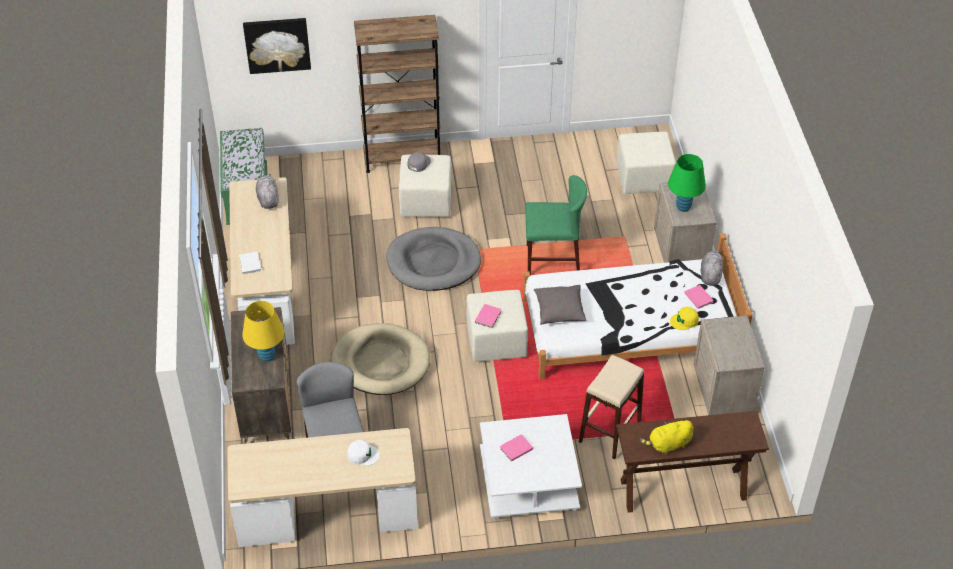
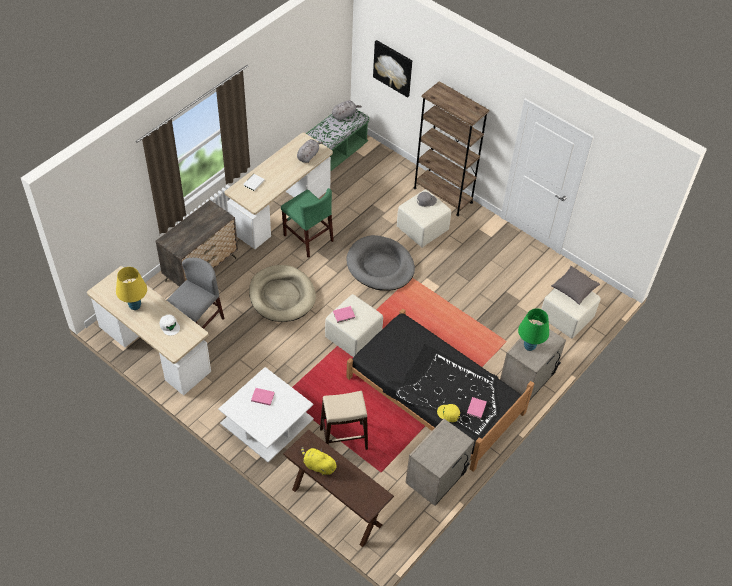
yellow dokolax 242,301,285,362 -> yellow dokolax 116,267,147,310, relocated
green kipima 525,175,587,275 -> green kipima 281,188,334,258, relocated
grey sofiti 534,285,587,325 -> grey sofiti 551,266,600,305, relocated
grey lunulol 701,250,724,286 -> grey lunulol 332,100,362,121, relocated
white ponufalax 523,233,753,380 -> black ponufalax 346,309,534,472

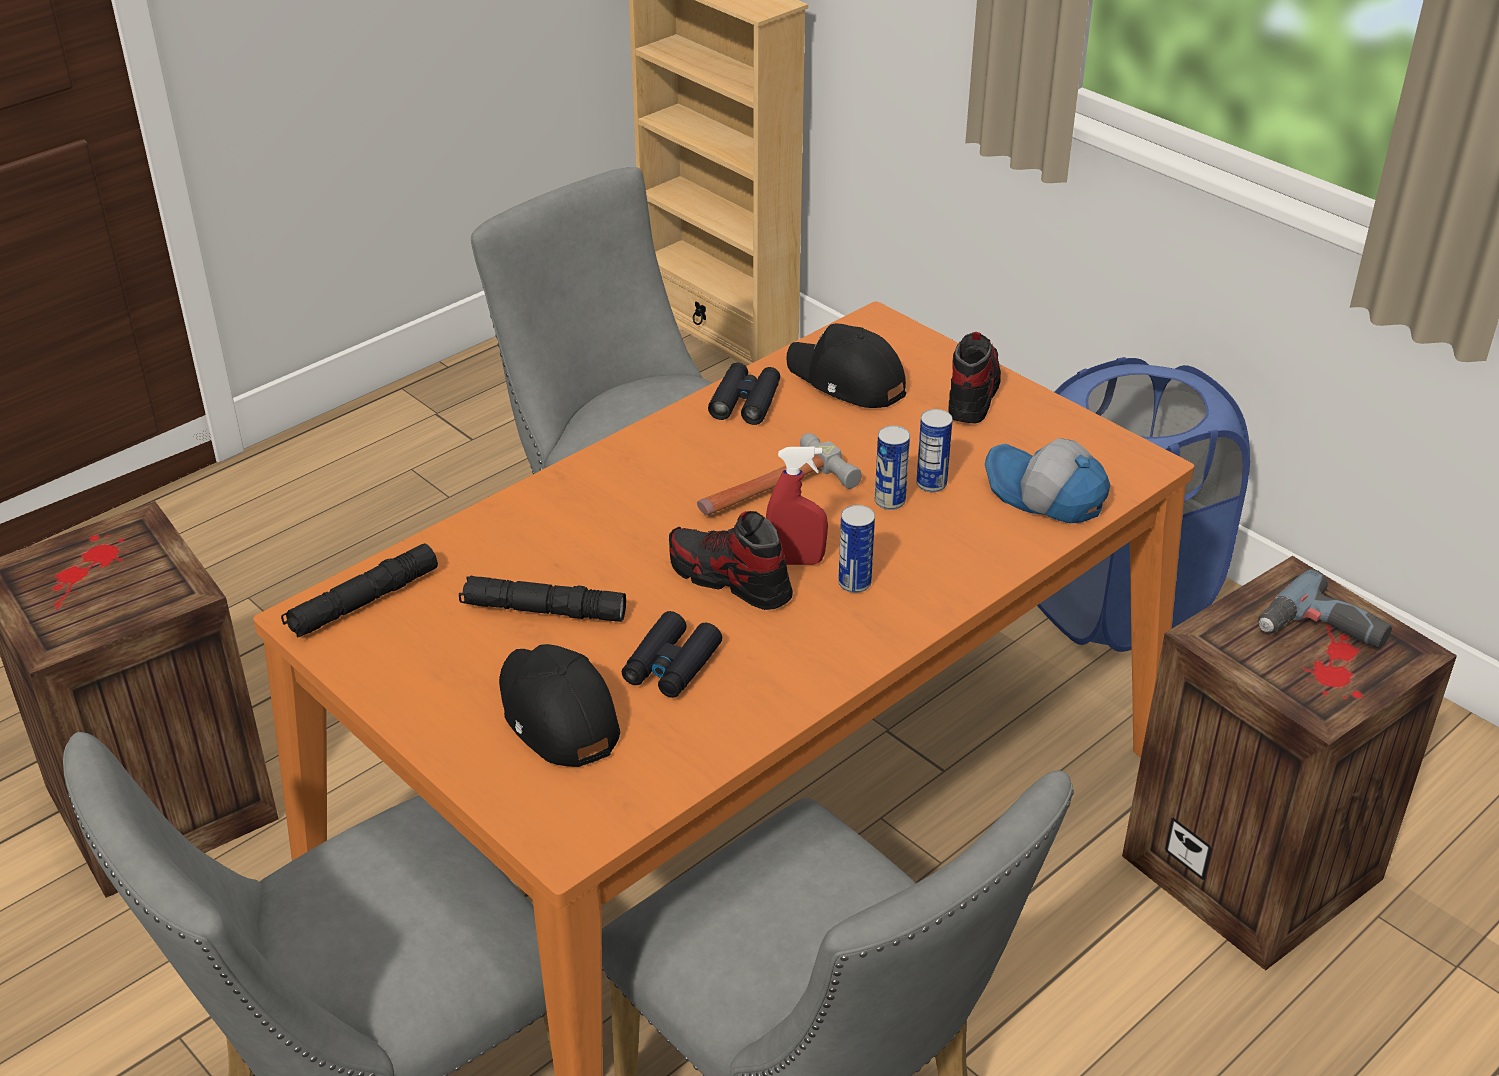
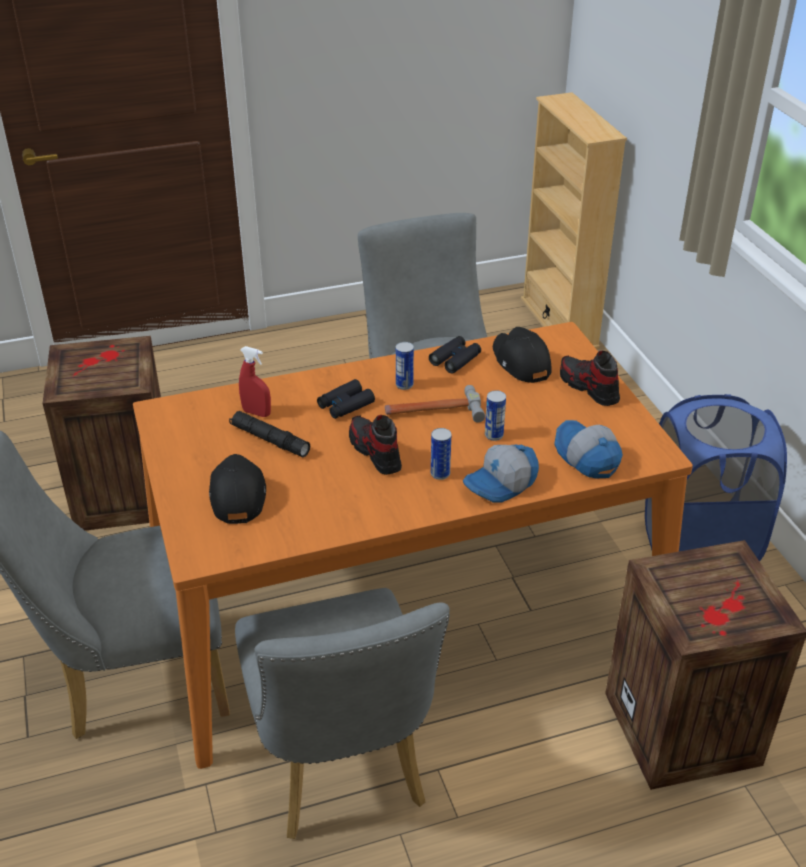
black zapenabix 281,543,438,638 -> none
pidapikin 1258,569,1392,648 -> none
none -> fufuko 463,445,539,503
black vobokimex 622,611,722,698 -> black vobokimex 317,379,375,419, relocated
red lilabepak 766,447,828,565 -> red lilabepak 239,346,271,417, relocated
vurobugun 916,409,953,492 -> vurobugun 396,342,414,390, relocated
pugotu 948,332,1001,423 -> pugotu 560,351,620,406, 75 degrees counterclockwise

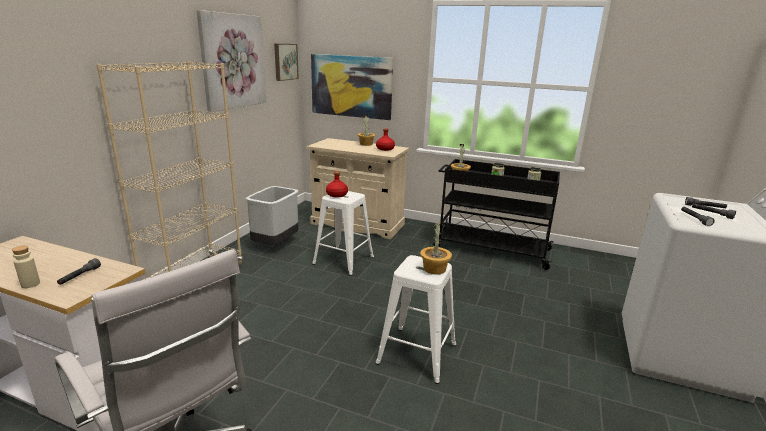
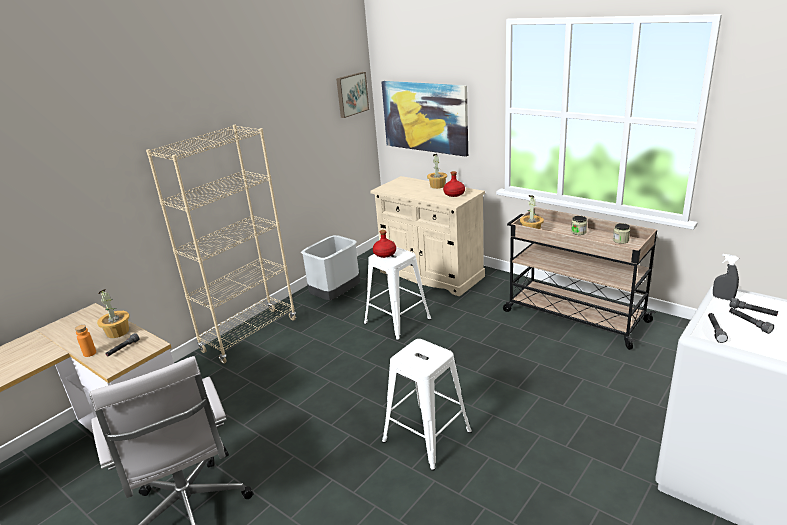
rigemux 197,10,266,112 -> none
none -> grey lilabepak 713,254,739,301
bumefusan 420,221,452,275 -> bumefusan 97,289,130,338, relocated
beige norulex 12,246,40,288 -> orange norulex 75,325,96,357
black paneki 433,159,560,270 -> beige paneki 503,207,657,350

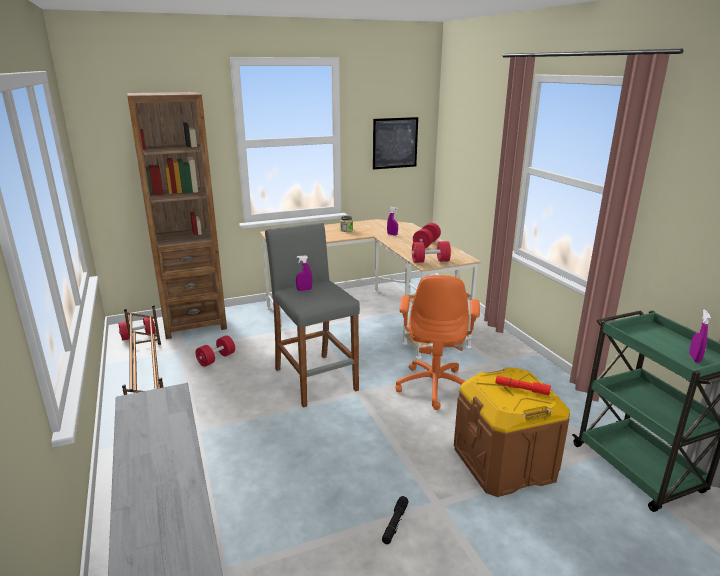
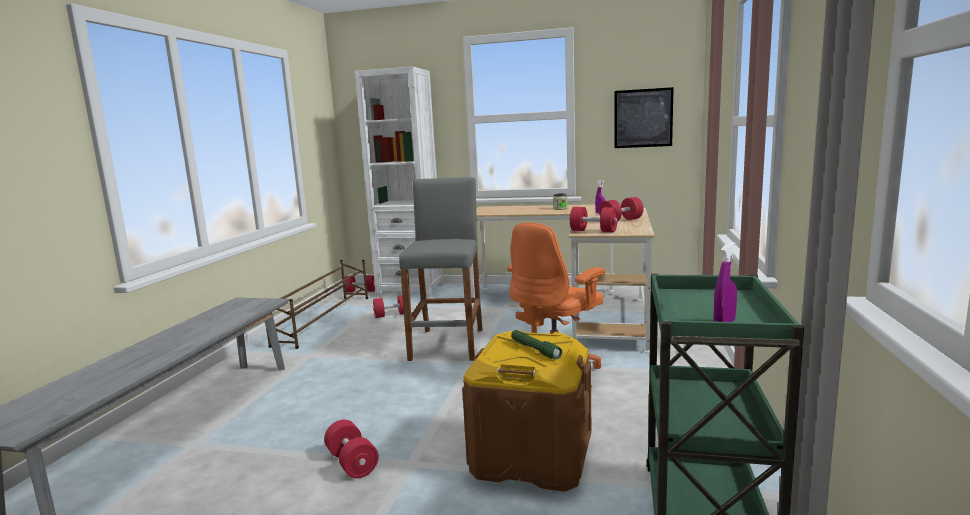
purple lilabepak 296,255,312,291 -> none
black zapenabix 382,496,408,544 -> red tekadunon 324,420,379,478
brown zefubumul 127,92,227,339 -> white zefubumul 355,66,444,298
red zapenabix 496,376,551,395 -> green zapenabix 511,330,562,360

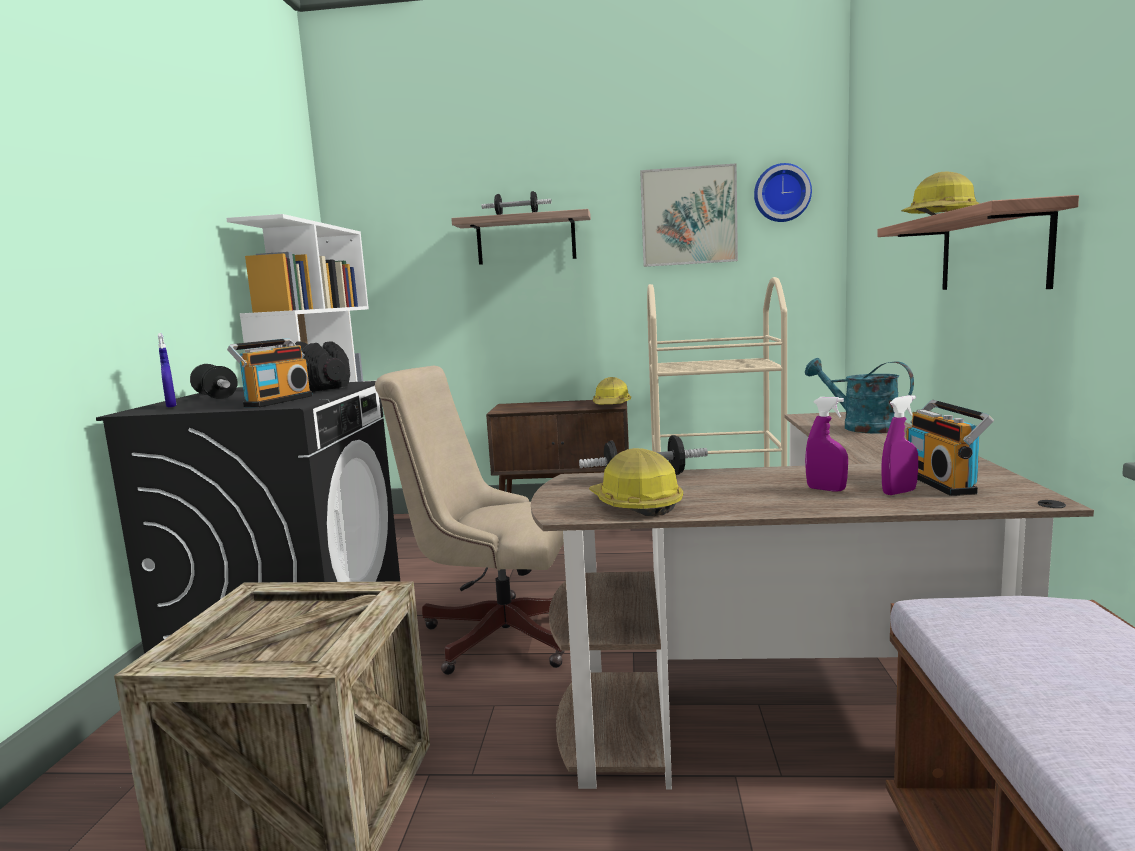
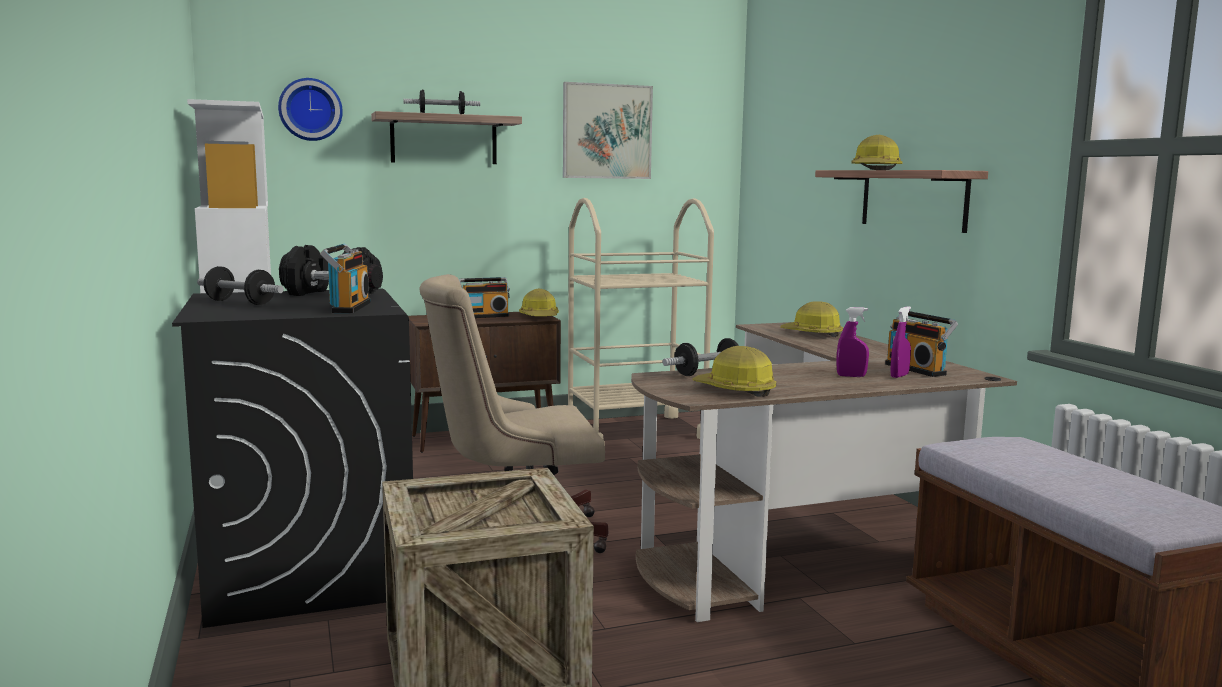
blue lilabepak 158,333,176,407 -> none
none -> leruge 459,277,510,318
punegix 754,163,812,222 -> punegix 278,78,343,141, relocated
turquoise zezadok 805,358,914,434 -> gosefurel 780,301,843,337

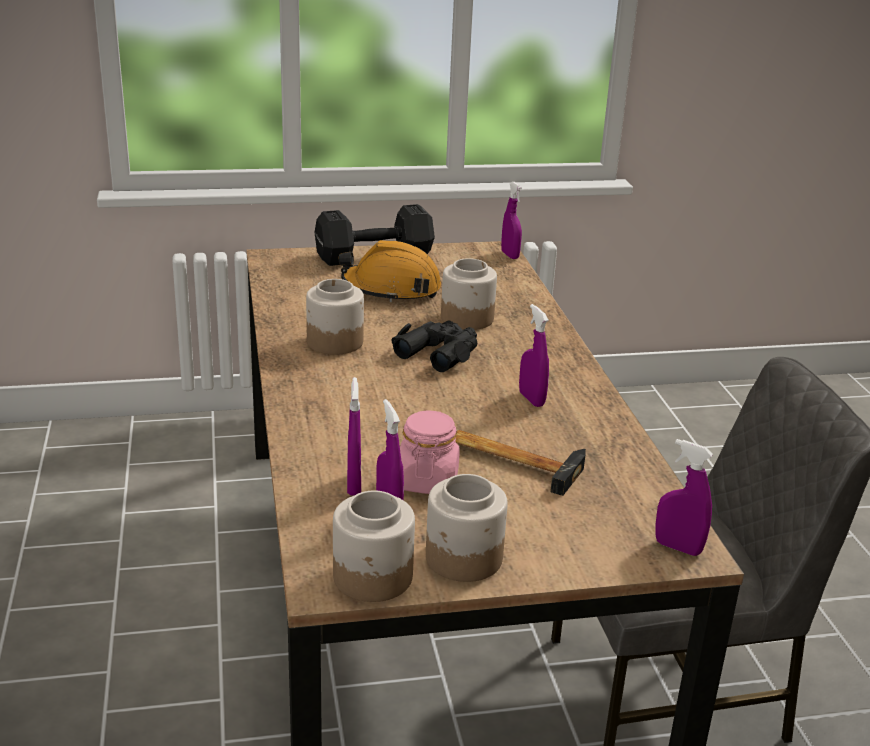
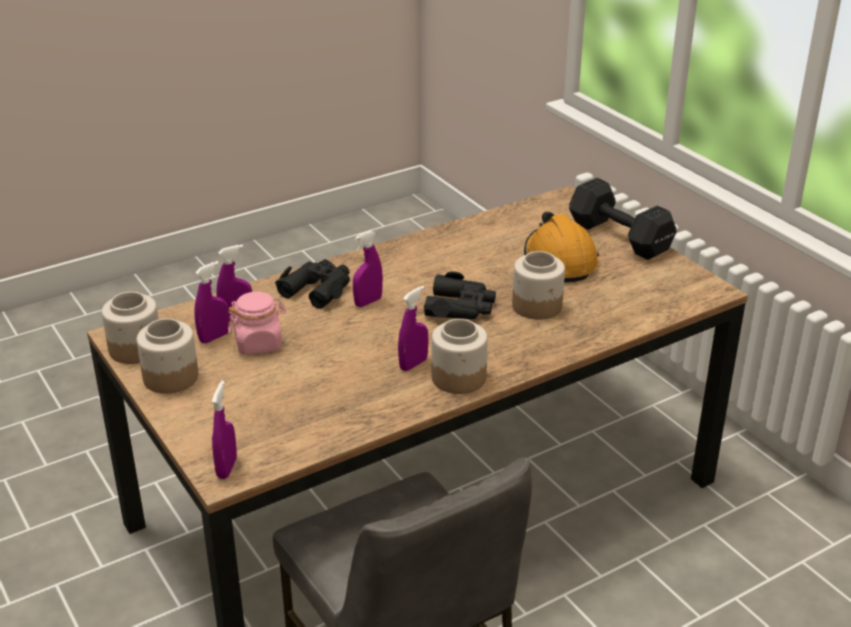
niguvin 455,430,586,496 -> none
none -> black vobokimex 275,259,350,309
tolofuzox 306,279,364,355 -> tolofuzox 431,319,488,394, relocated
purple lilabepak 501,182,522,259 -> purple lilabepak 353,231,383,307, relocated

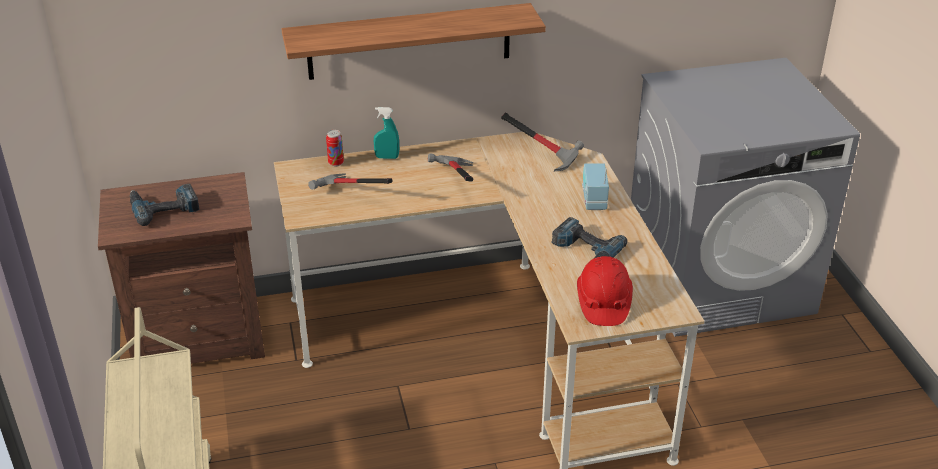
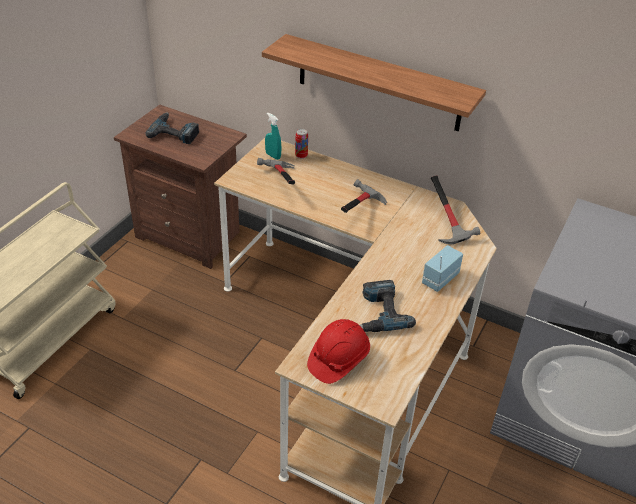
turquoise lilabepak 374,107,399,159 -> turquoise lilabepak 265,112,281,160, relocated

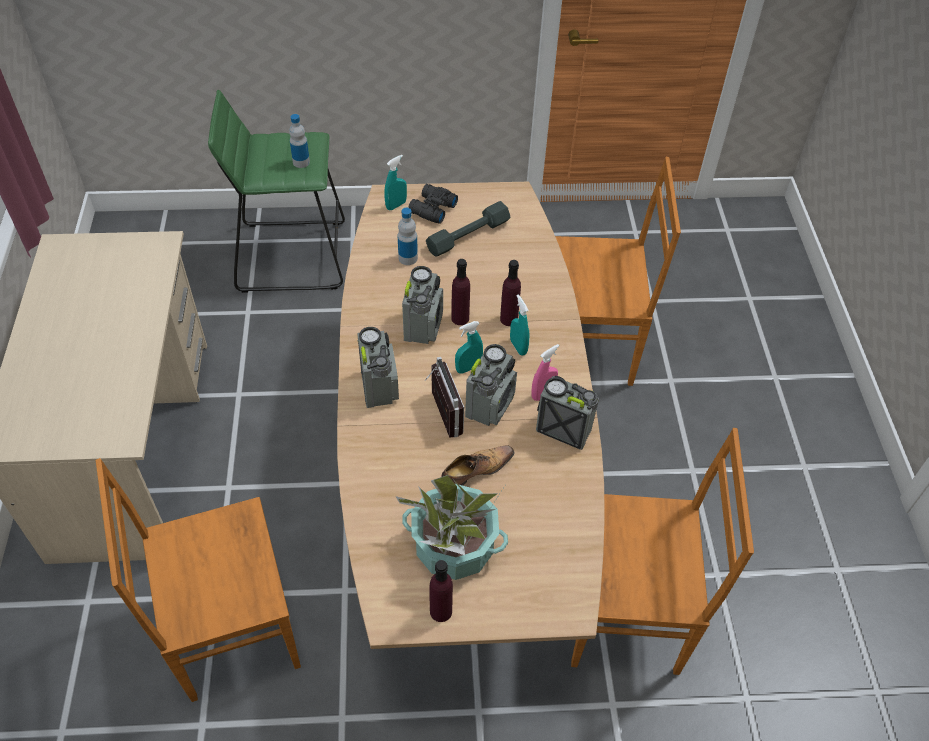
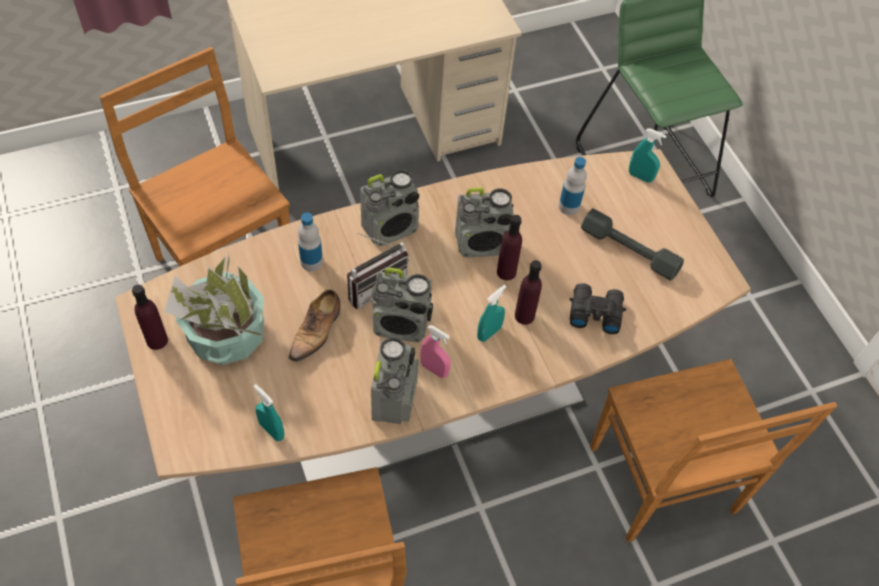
norulex 289,114,310,168 -> norulex 298,212,323,271, relocated
black vobokimex 408,184,458,224 -> black vobokimex 569,283,626,334, relocated
turquoise lilabepak 455,321,483,374 -> turquoise lilabepak 253,384,284,441, relocated
pugotu 442,445,515,486 -> pugotu 289,289,341,364, 75 degrees clockwise

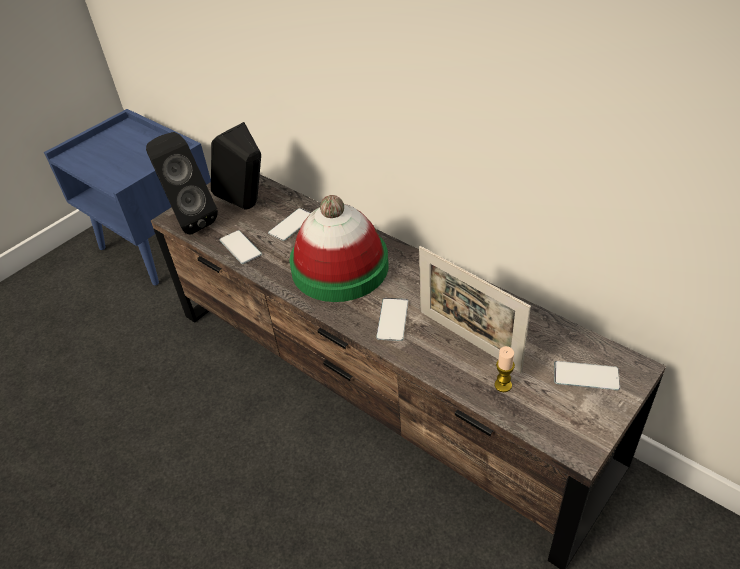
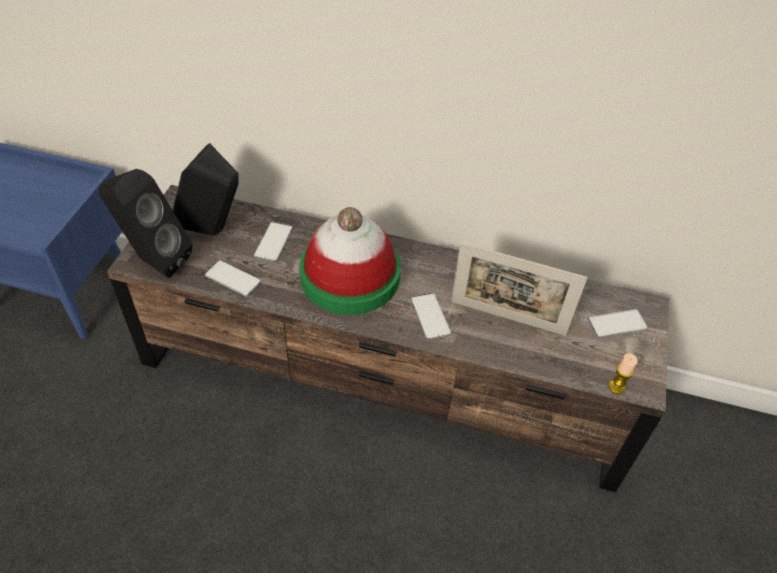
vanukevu 494,346,515,392 -> vanukevu 609,353,638,394, relocated

